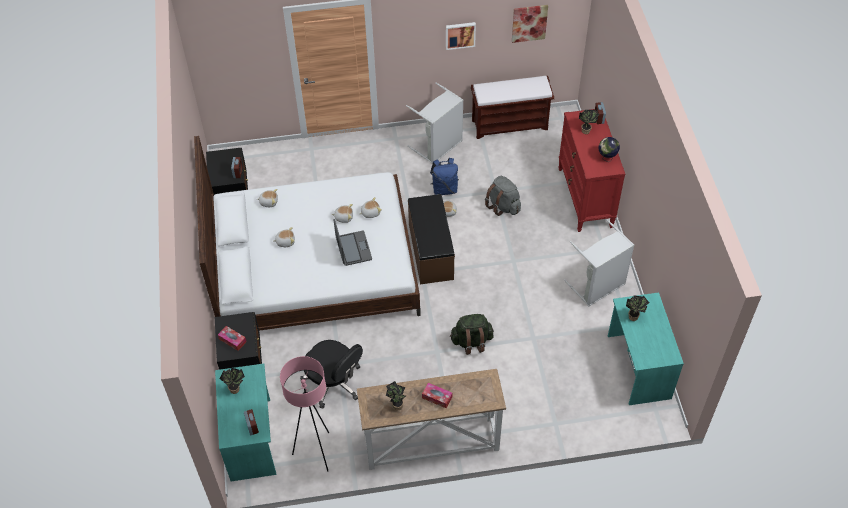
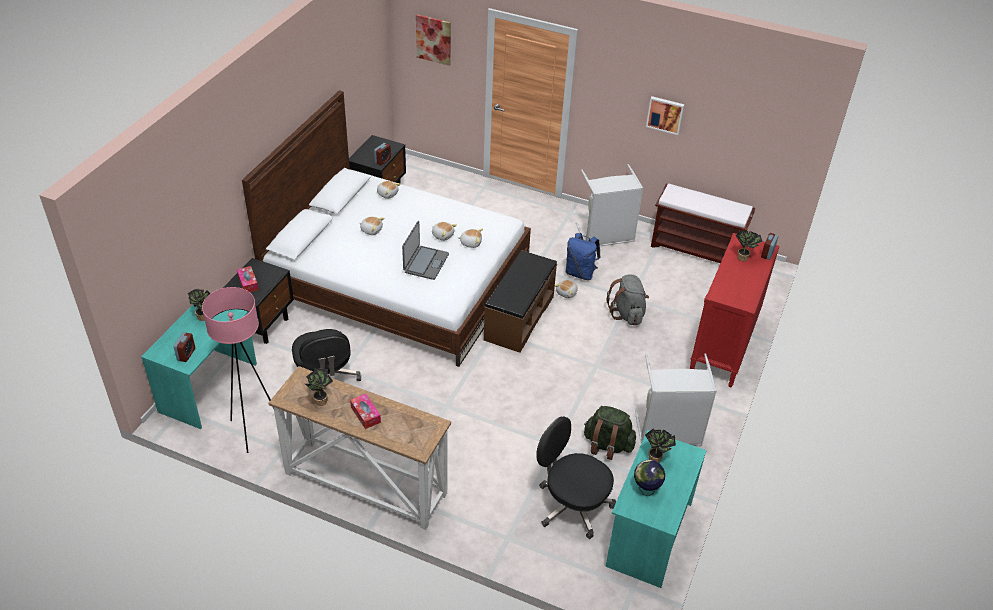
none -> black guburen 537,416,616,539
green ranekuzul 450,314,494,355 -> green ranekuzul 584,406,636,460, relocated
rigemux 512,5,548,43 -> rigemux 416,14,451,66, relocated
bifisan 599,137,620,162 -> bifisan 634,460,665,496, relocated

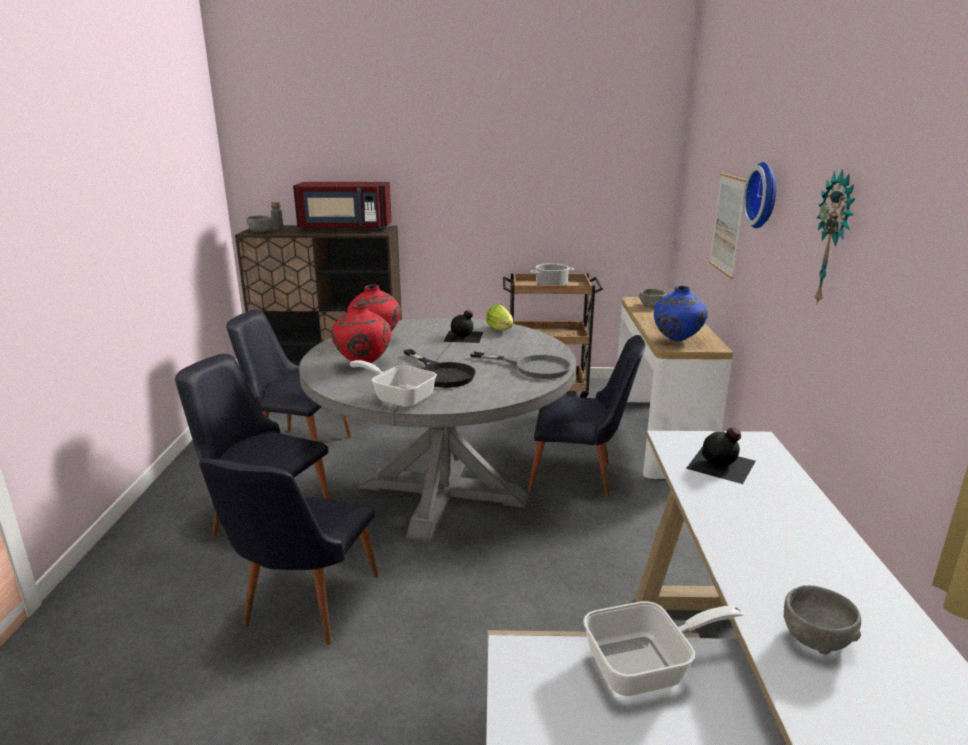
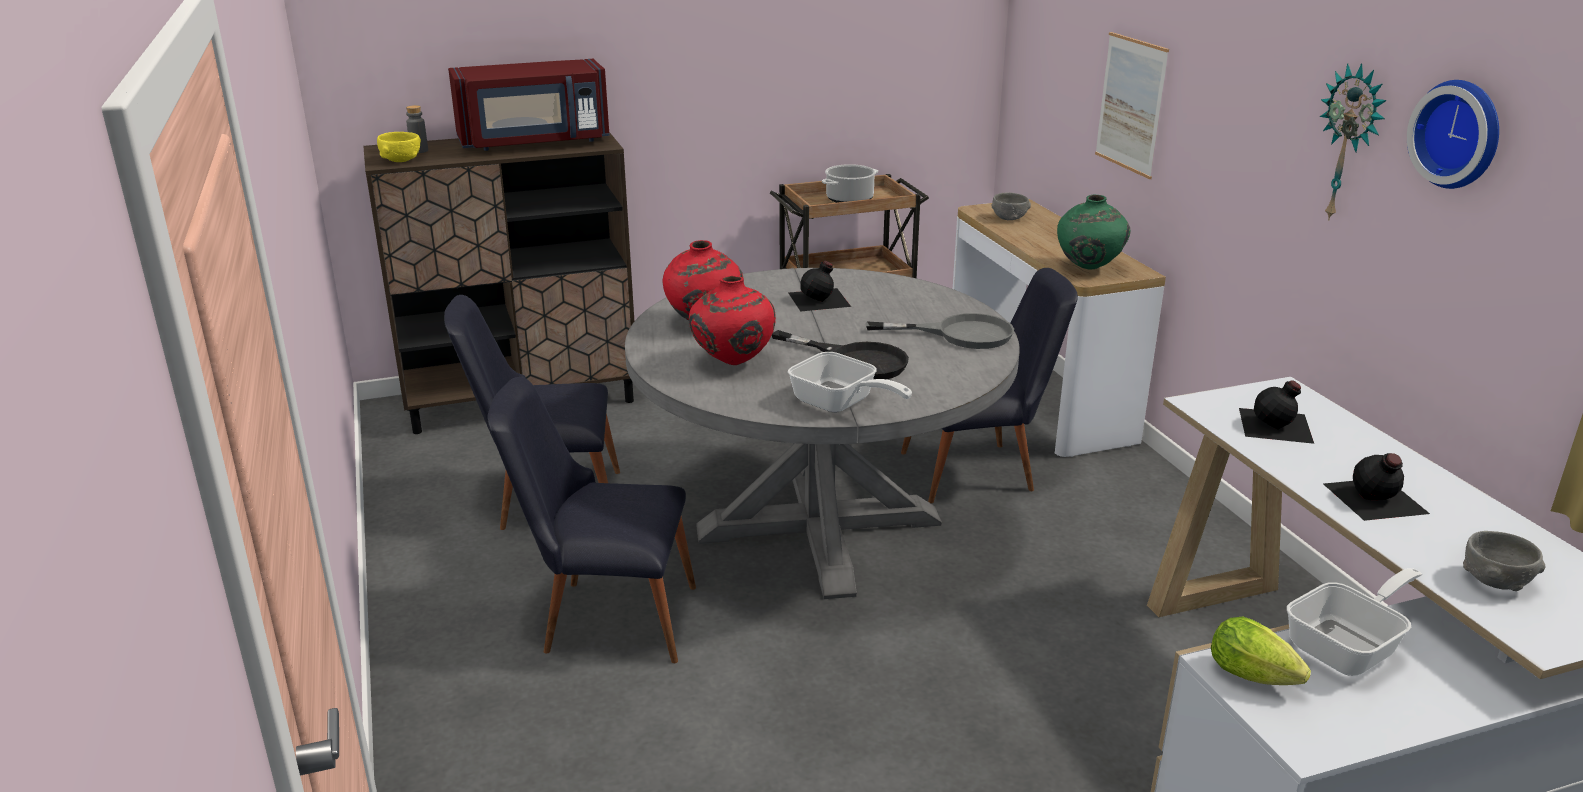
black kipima 199,459,379,645 -> none
none -> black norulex 1324,453,1430,521
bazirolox 486,304,513,330 -> bazirolox 1211,617,1311,685, relocated
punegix 743,162,776,228 -> punegix 1407,80,1499,189, relocated
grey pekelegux 247,215,274,233 -> yellow pekelegux 377,132,421,162
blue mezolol 654,286,708,341 -> green mezolol 1057,195,1130,270
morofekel 350,360,437,408 -> morofekel 788,352,912,413, 150 degrees counterclockwise

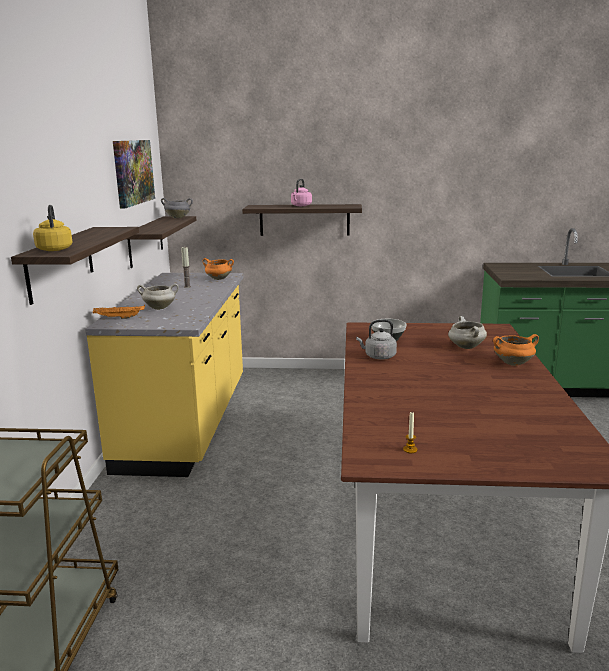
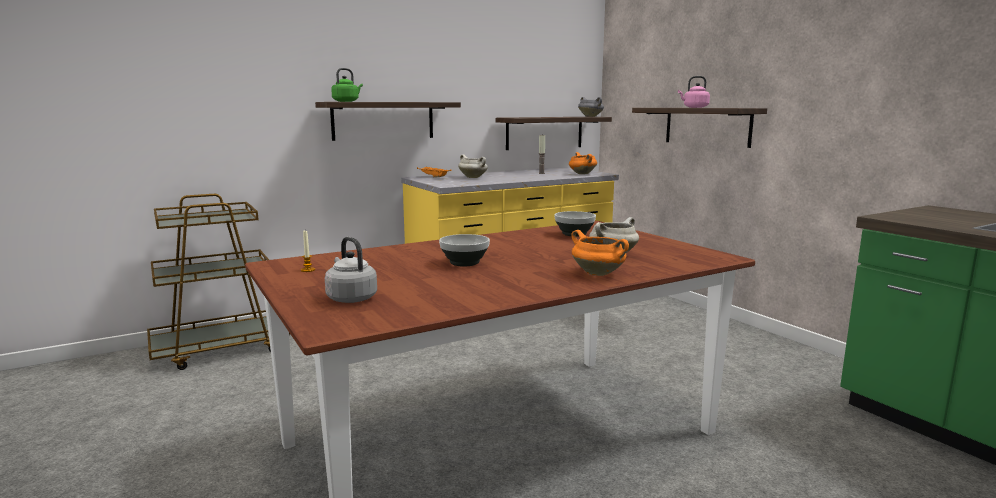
rigemux 113,140,155,208 -> none
none -> pekelegux 439,234,490,267
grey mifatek 356,319,397,359 -> grey mifatek 325,237,377,303, relocated
yellow mifatek 33,205,72,251 -> green mifatek 331,68,363,102

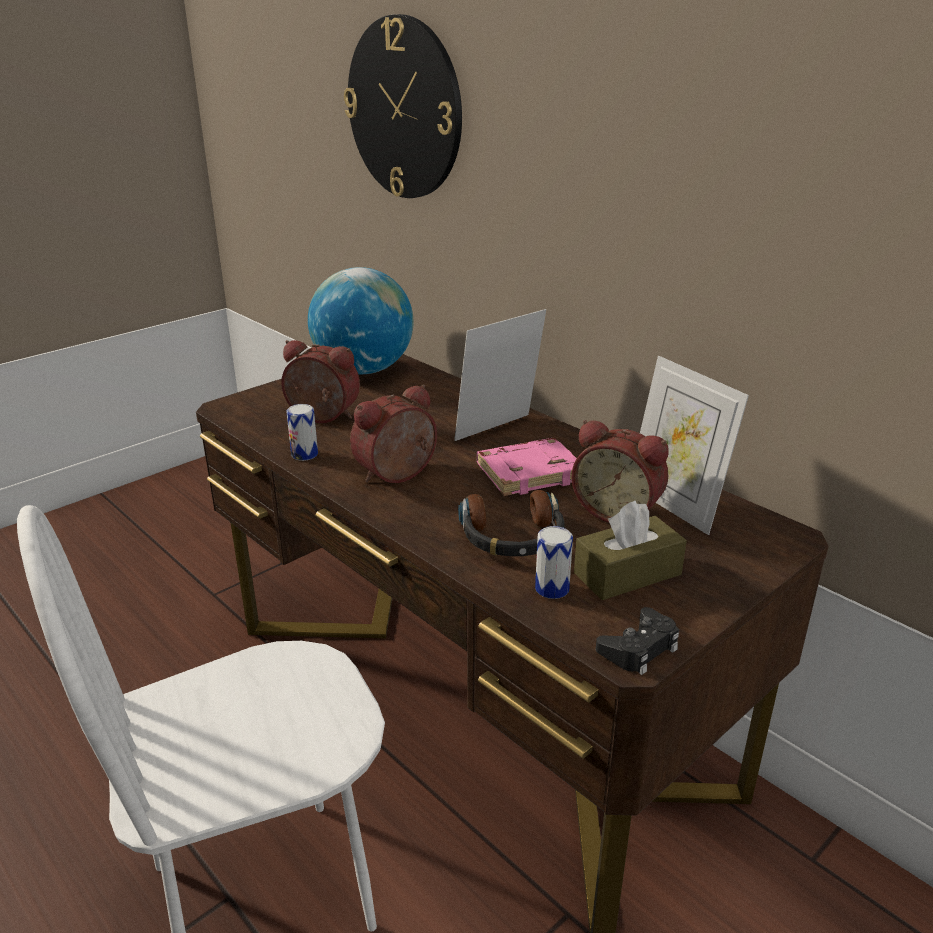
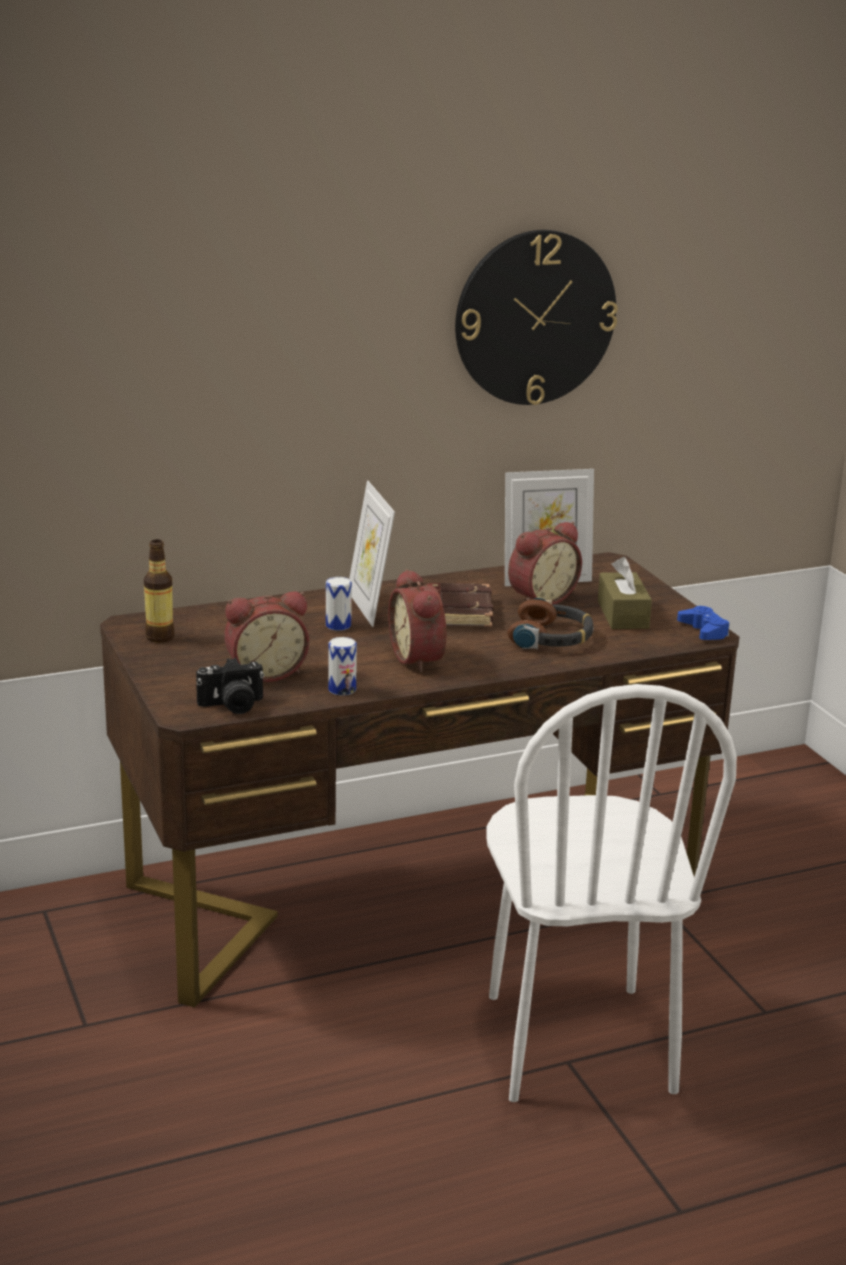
none -> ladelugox 196,658,264,714
punegix 344,14,462,198 -> punegix 455,230,618,405, relocated
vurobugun 535,526,573,599 -> vurobugun 326,577,352,631, relocated
bifisan 308,267,413,374 -> norulex 144,539,175,643
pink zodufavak 477,438,577,496 -> brown zodufavak 426,583,494,627
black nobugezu 596,607,679,675 -> blue nobugezu 677,606,729,640
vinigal 281,340,360,423 -> vinigal 224,591,309,682, 150 degrees counterclockwise

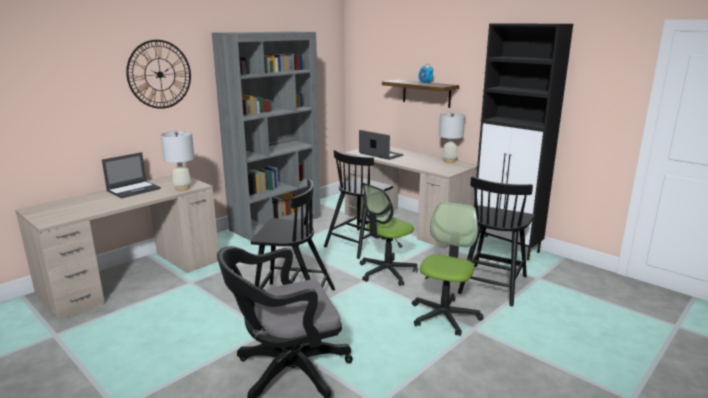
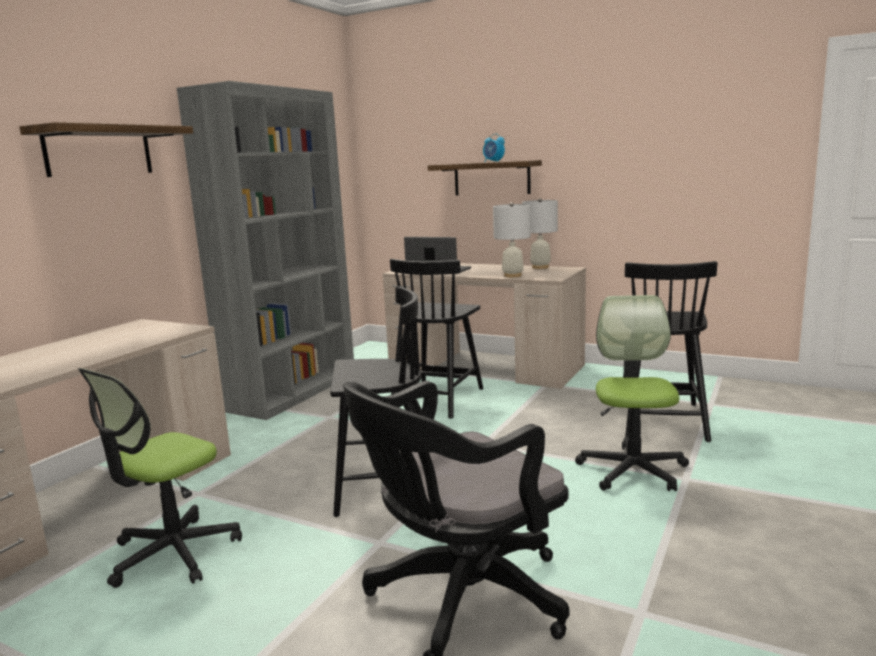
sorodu 102,152,161,198 -> none
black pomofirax 474,24,573,261 -> none
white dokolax 160,131,195,191 -> white dokolax 493,202,531,277, relocated
guburen 360,183,418,286 -> guburen 78,368,242,588, relocated
punegix 126,40,191,109 -> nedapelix 19,122,193,177

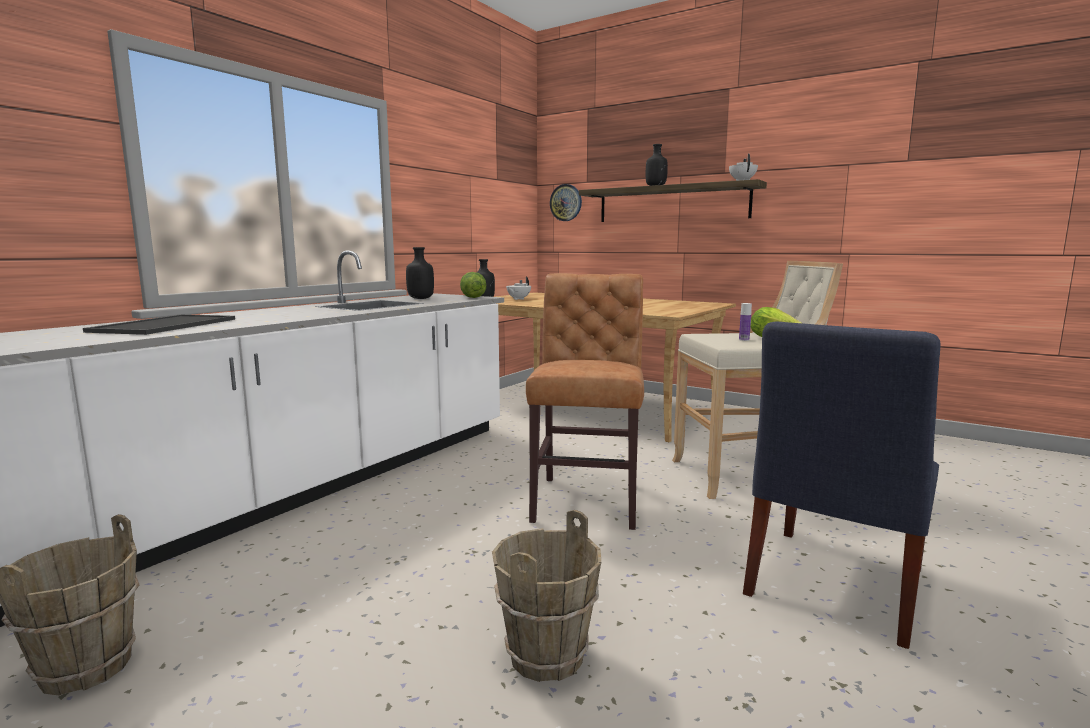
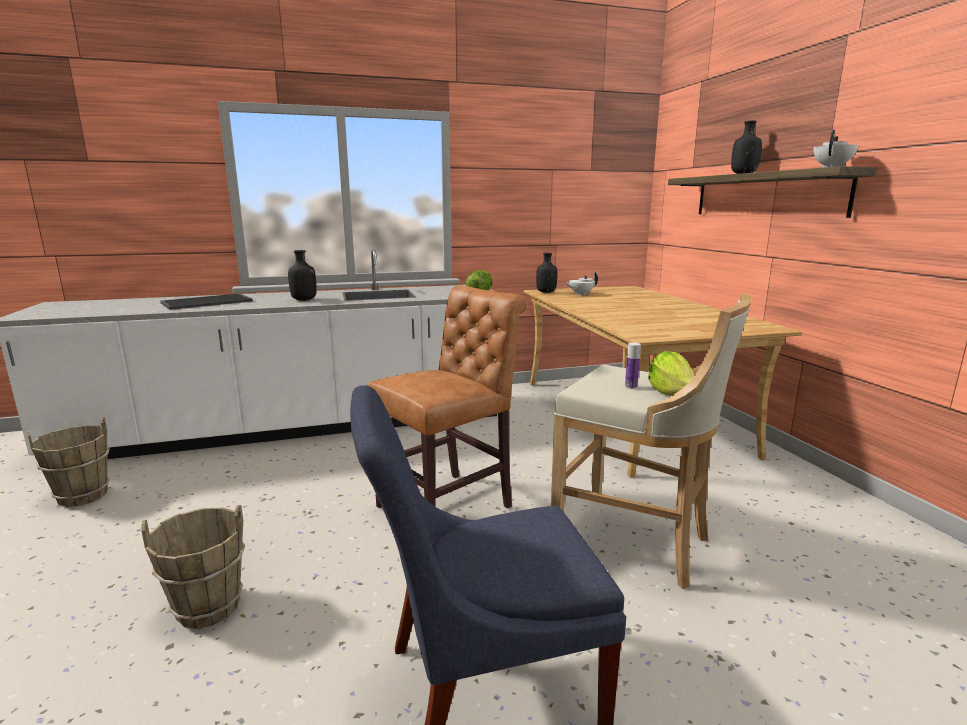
punegix 550,184,582,221 -> none
black norulex 406,247,434,299 -> black norulex 288,250,317,301, relocated

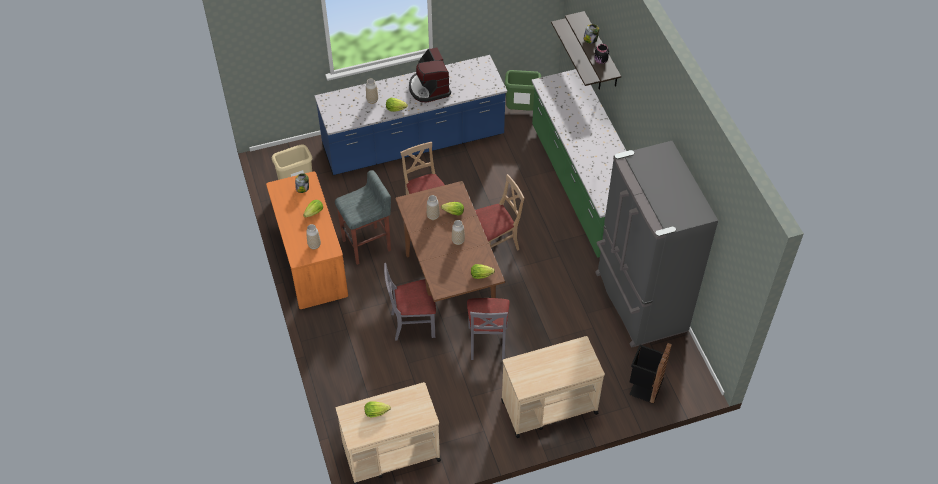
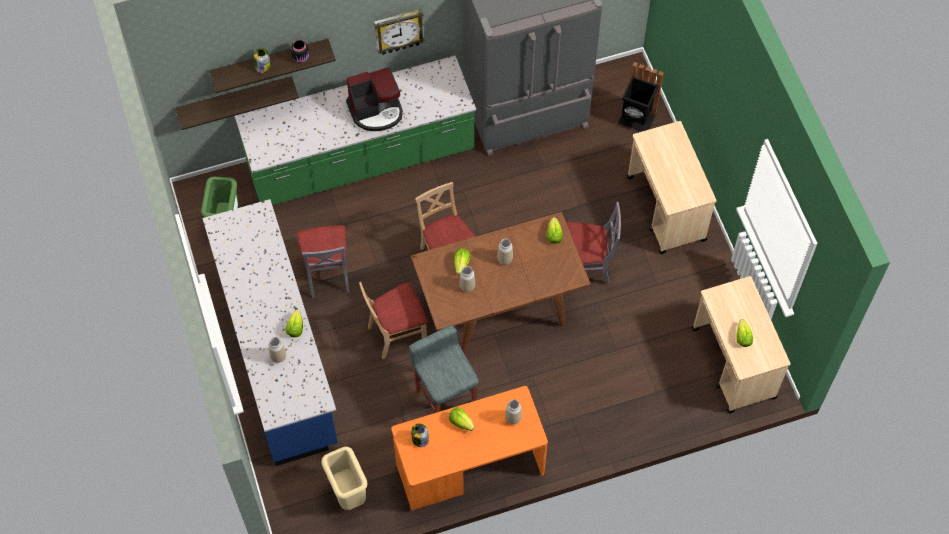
none -> punegix 374,8,425,55
grey kipima 384,263,436,341 -> grey kipima 297,225,350,298, relocated
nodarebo 409,47,451,102 -> nodarebo 346,67,403,131, relocated

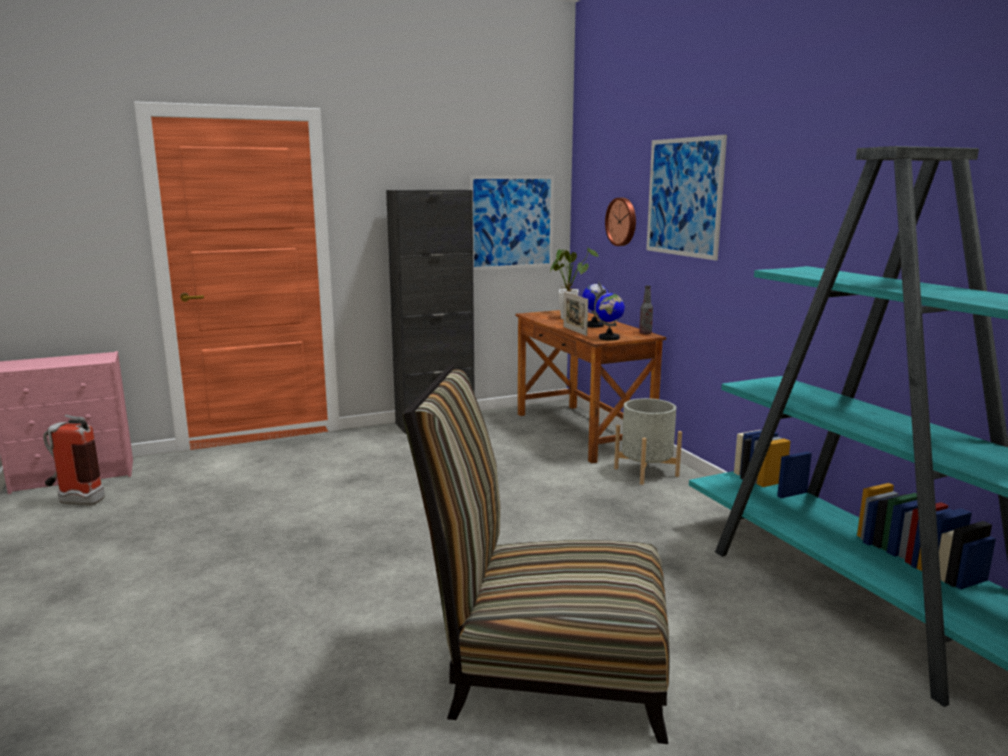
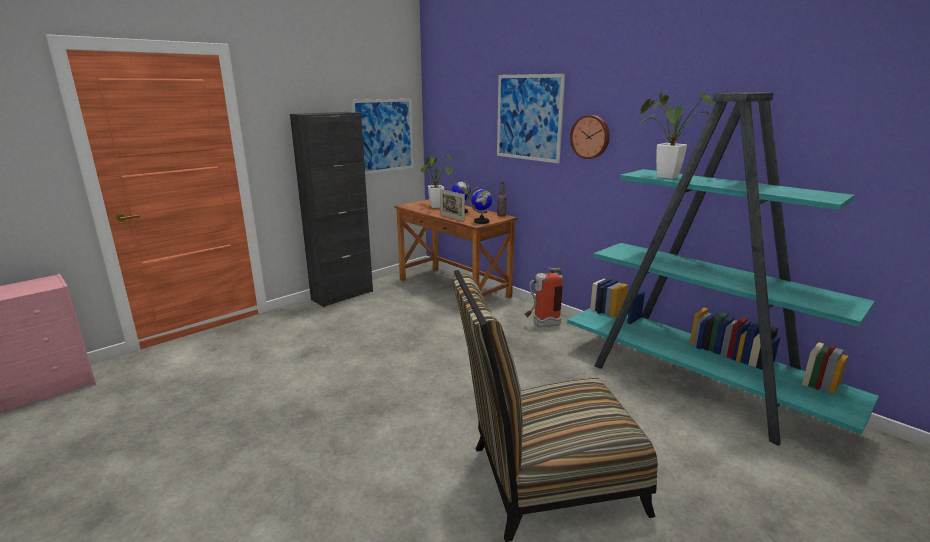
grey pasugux 614,398,682,485 -> none
none -> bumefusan 640,92,712,179
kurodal 43,415,105,505 -> kurodal 525,267,563,327, relocated
punegix 605,198,636,246 -> punegix 570,115,610,159, relocated

